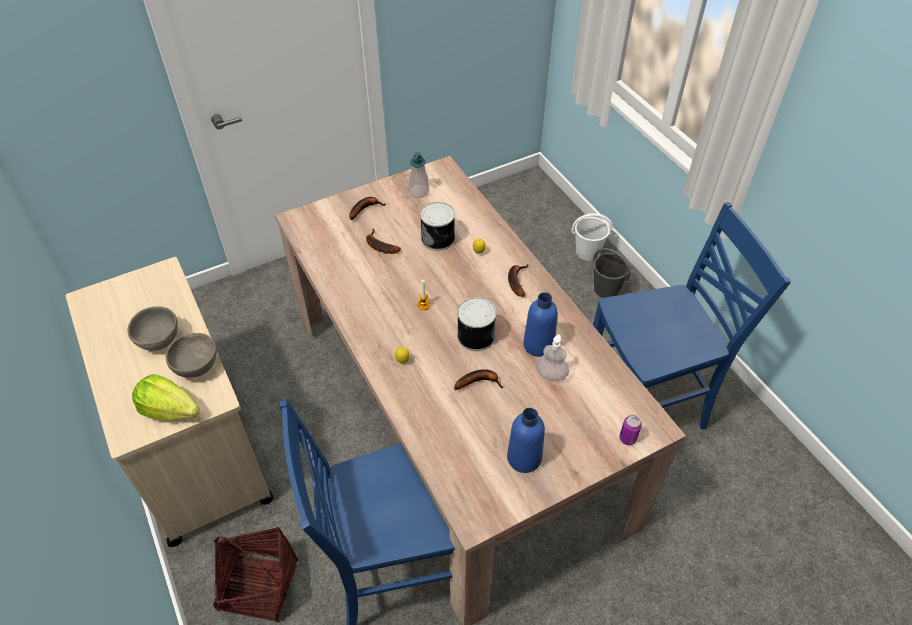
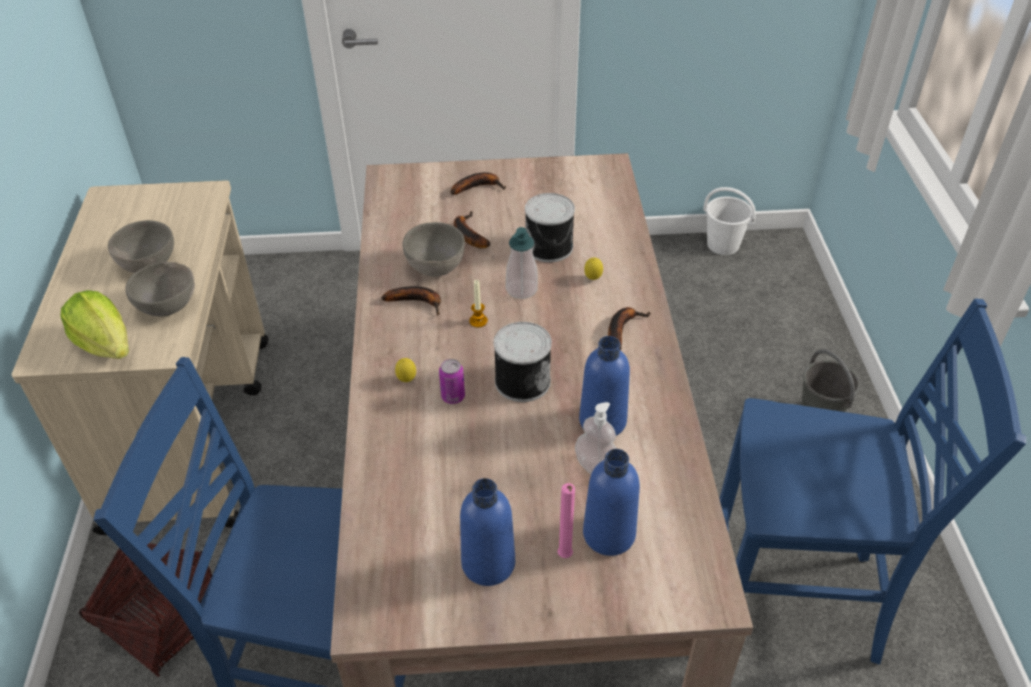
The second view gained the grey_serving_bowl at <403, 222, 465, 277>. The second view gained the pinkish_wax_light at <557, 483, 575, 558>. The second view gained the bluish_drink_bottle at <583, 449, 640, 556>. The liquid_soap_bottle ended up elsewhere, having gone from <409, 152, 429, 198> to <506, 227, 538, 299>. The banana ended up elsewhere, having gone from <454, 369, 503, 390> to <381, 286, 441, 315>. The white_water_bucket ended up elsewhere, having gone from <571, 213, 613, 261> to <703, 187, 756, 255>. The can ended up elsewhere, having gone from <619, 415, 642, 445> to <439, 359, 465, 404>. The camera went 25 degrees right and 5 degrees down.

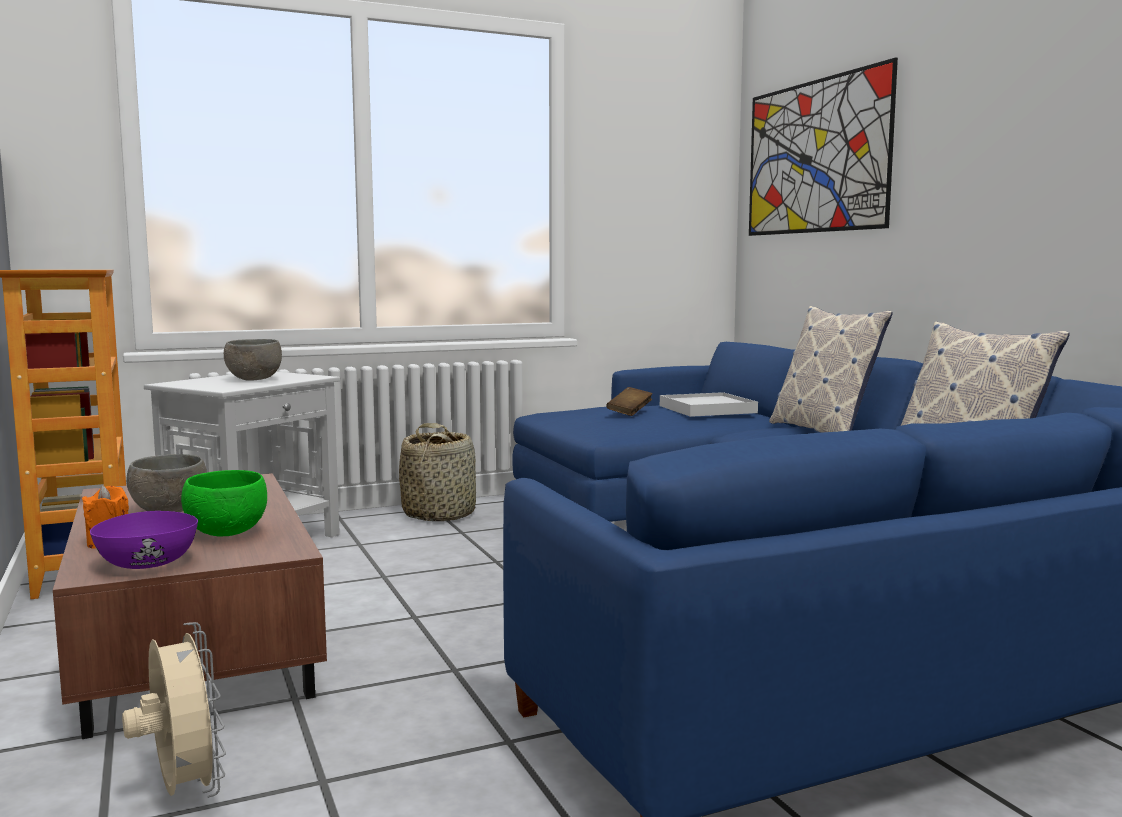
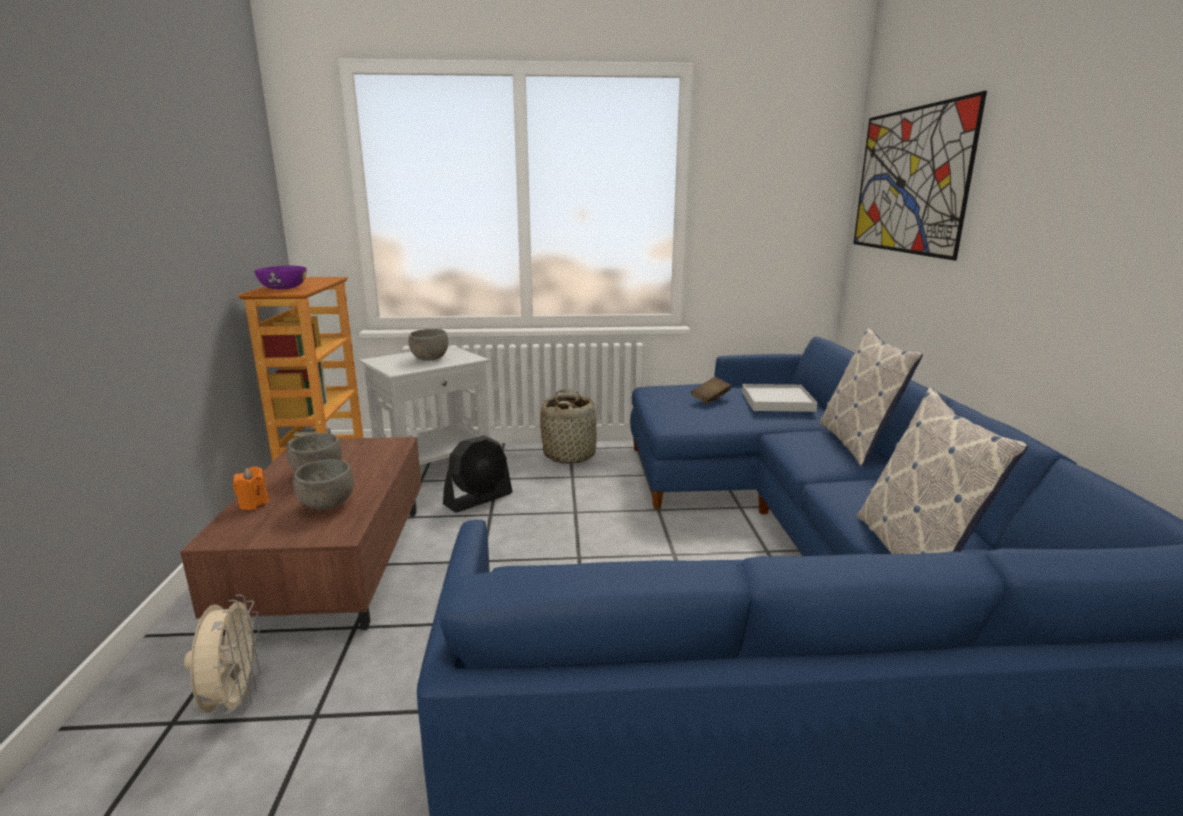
The second view gained the black_fan at <443, 435, 513, 513>. The purple_serving_bowl ended up elsewhere, having gone from <90, 511, 198, 569> to <254, 266, 307, 290>. What was the green_serving_bowl at <181, 470, 267, 537> turned into the grey_serving_bowl at <293, 459, 354, 510>. The camera went 20 degrees right and 10 degrees up.

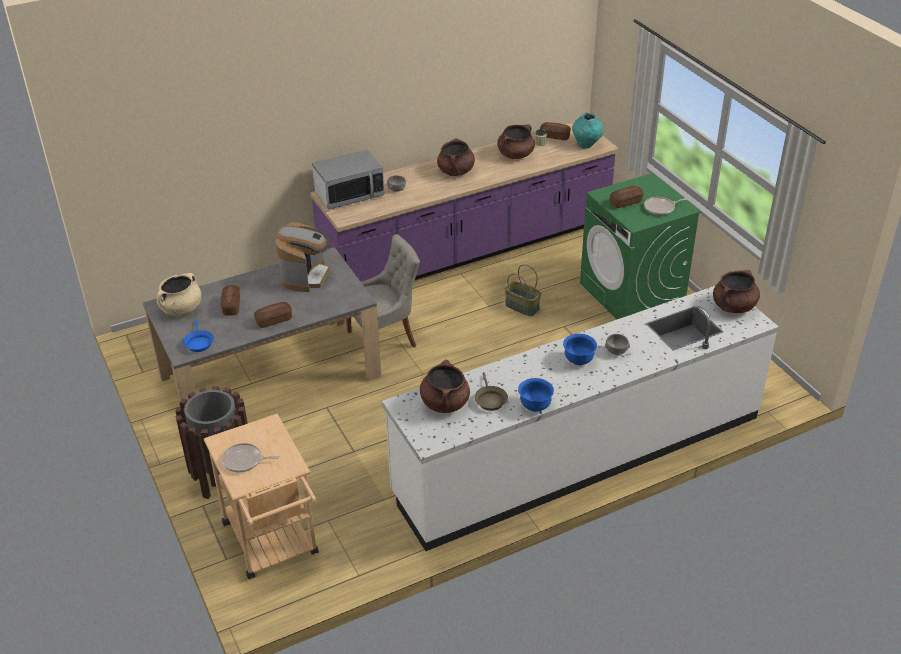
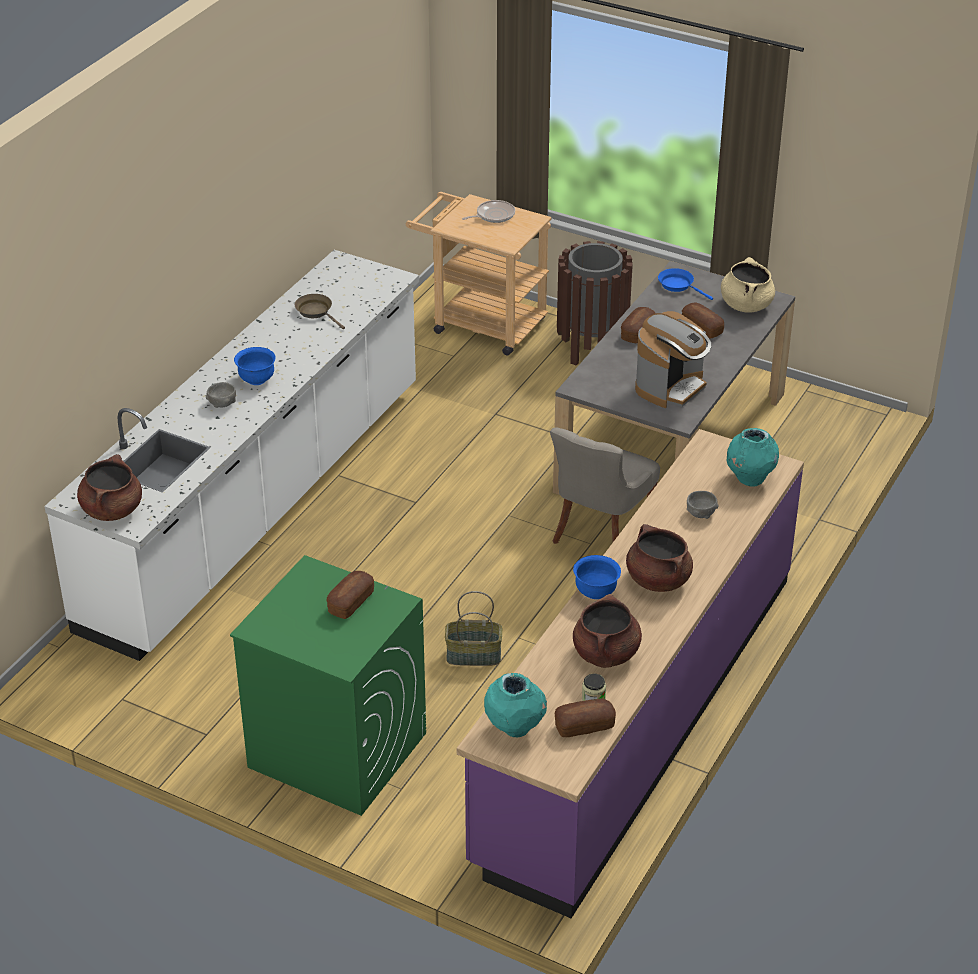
The second view lost the brown_cooking_pot at <420, 360, 470, 413>. The second view lost the frying_pan at <644, 197, 687, 215>. The bluish_serving_bowl ended up elsewhere, having gone from <518, 378, 554, 412> to <573, 555, 621, 599>. Where the microwave stood at <312, 149, 385, 210>, the turquoise-coloured_flower_vase came to stand at <727, 428, 779, 487>. The coffee_maker at <276, 222, 330, 292> ended up facing another way, 120 degrees counterclockwise from before. The camera went 145 degrees right and 0 degrees up.

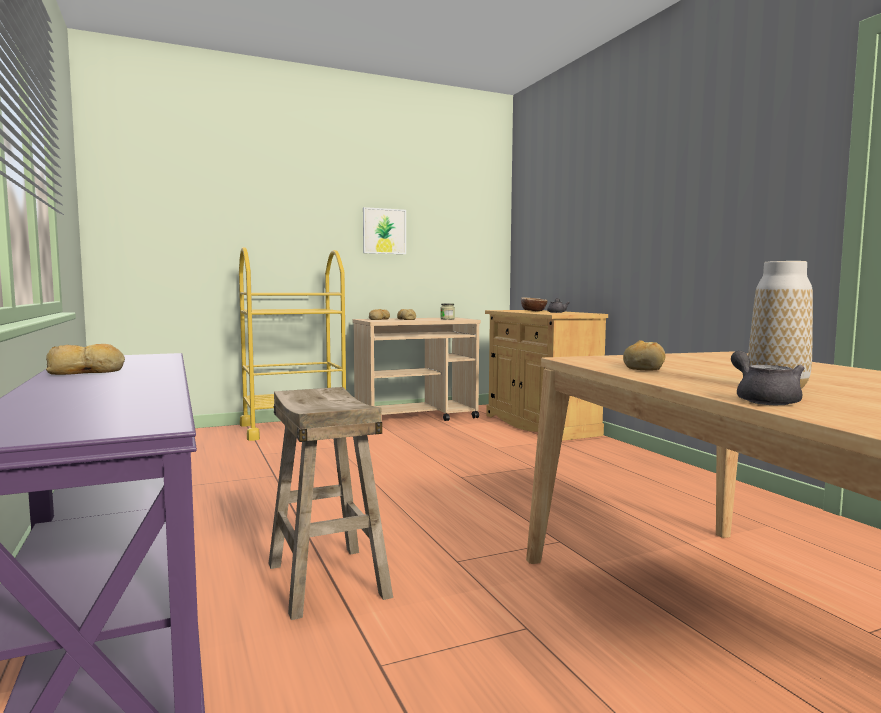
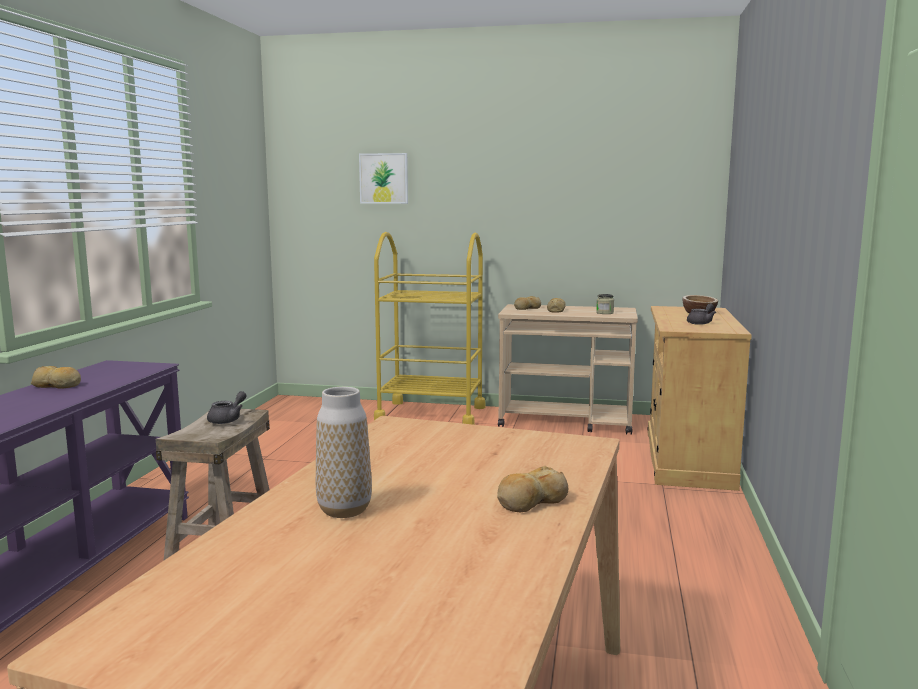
The wall_art ended up elsewhere, having gone from <363, 207, 406, 254> to <359, 153, 408, 204>. The bread ended up elsewhere, having gone from <623, 340, 666, 370> to <497, 466, 568, 512>. The grey_teapot ended up elsewhere, having gone from <731, 351, 805, 405> to <207, 391, 247, 424>. The camera went 35 degrees right and 5 degrees up.

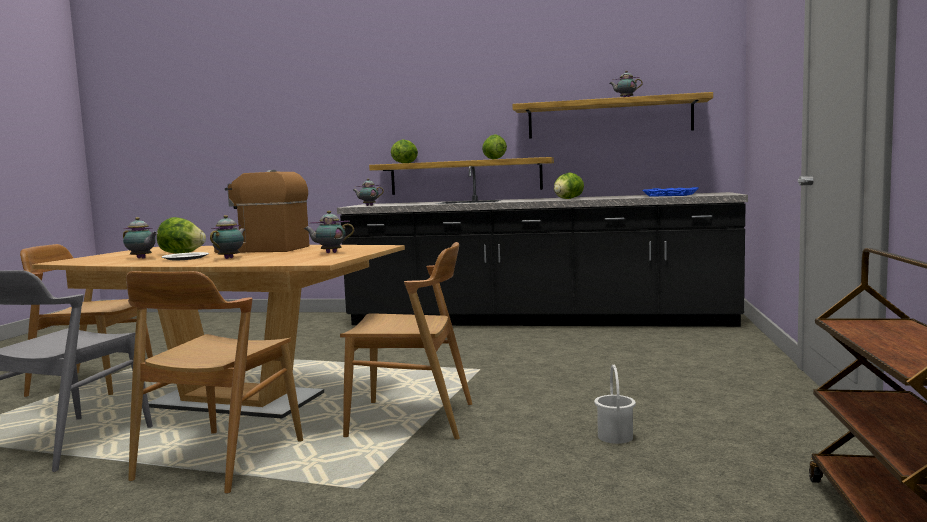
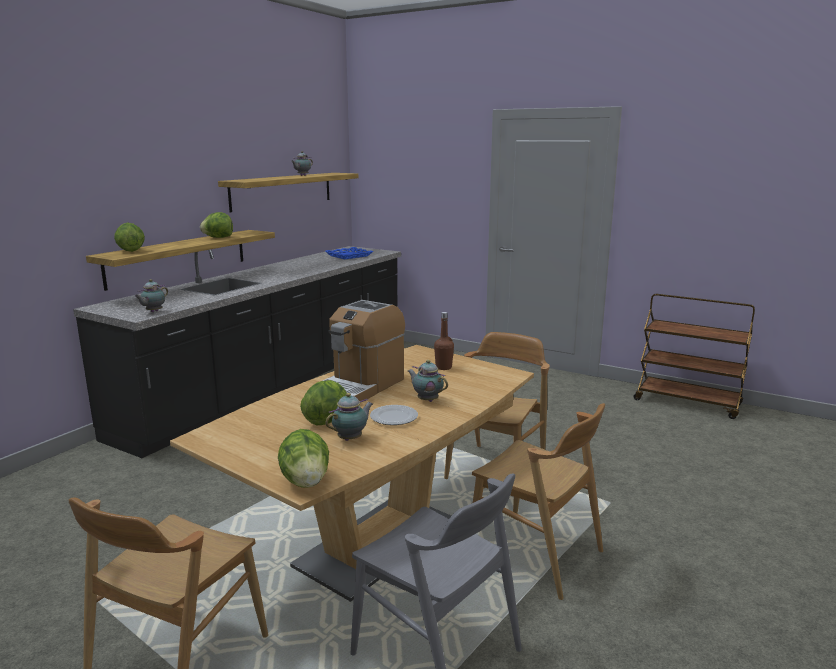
The second view lost the white_water_bucket at <594, 365, 636, 444>. The head_of_lettuce ended up elsewhere, having gone from <554, 173, 584, 199> to <278, 429, 329, 488>. Where the teapot stood at <304, 211, 354, 253>, the brown_drink_bottle came to stand at <434, 312, 454, 370>. The camera went 70 degrees left and 10 degrees up.

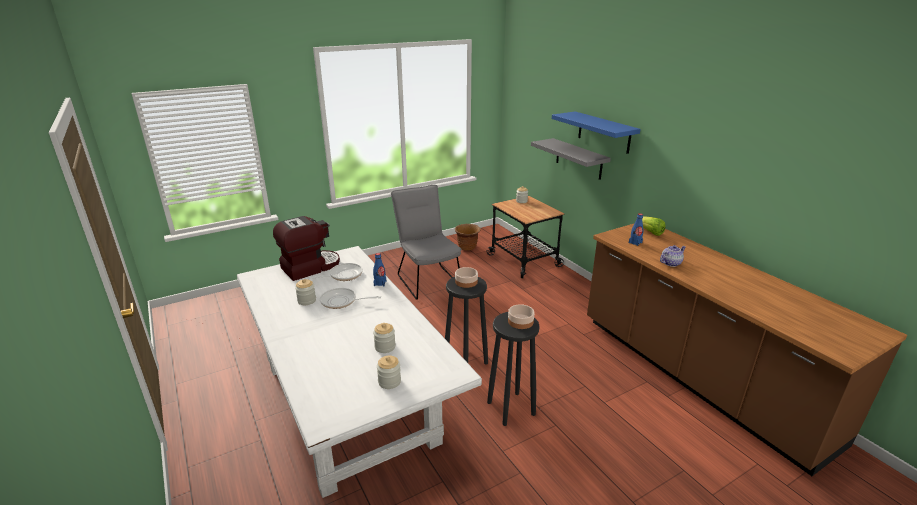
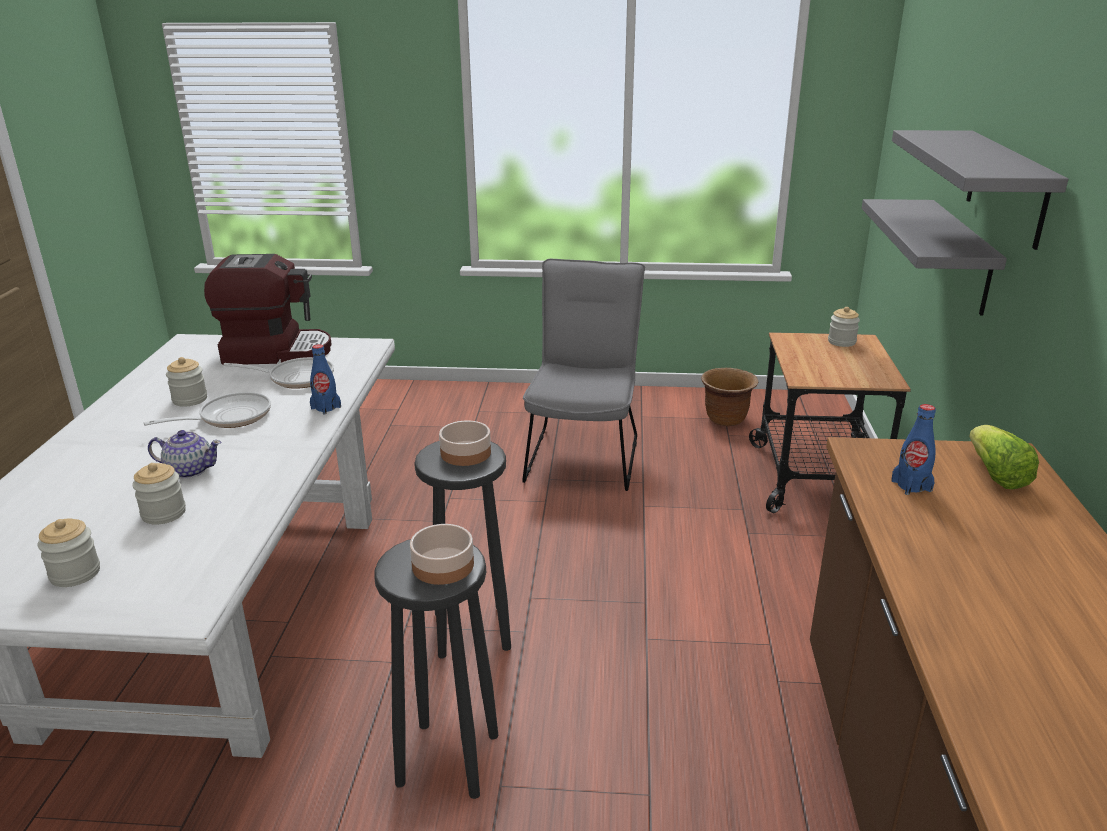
The teapot ended up elsewhere, having gone from <660, 245, 686, 267> to <148, 430, 221, 479>. What was the bluish_wall_shelf at <552, 111, 641, 154> turned into the grey_wall_shelf at <892, 130, 1068, 250>. The frying_pan at <320, 288, 381, 309> ended up facing another way, 105 degrees clockwise from before. The camera went 35 degrees right and 0 degrees up.

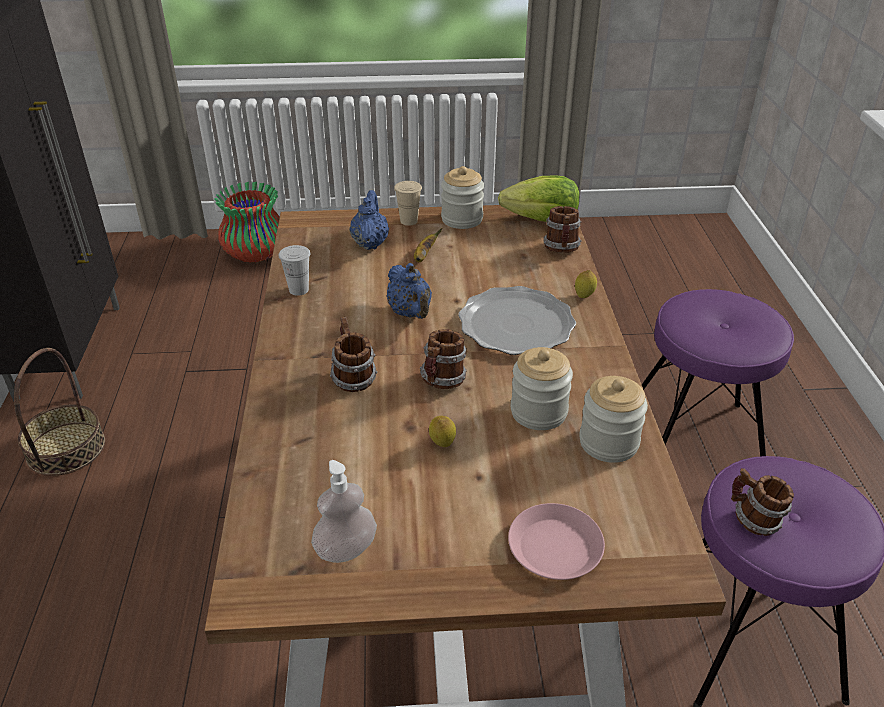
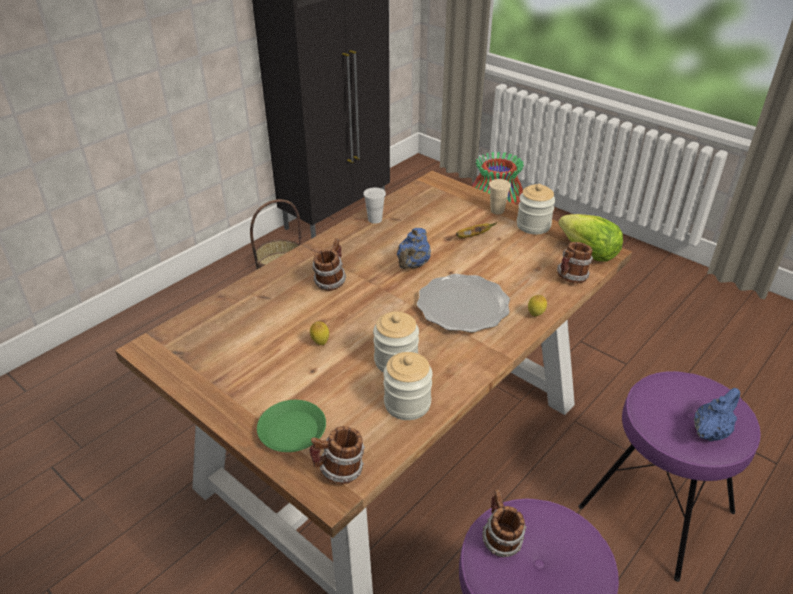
The second view lost the liquid_soap_bottle at <311, 460, 377, 563>. The bluish_teapot ended up elsewhere, having gone from <349, 190, 389, 250> to <694, 388, 740, 441>. The mug ended up elsewhere, having gone from <420, 329, 467, 389> to <309, 426, 365, 484>. What was the pinkish_flat_dish at <508, 503, 605, 580> turned into the green_flat_dish at <257, 400, 326, 452>. The camera went 45 degrees right and 0 degrees up.

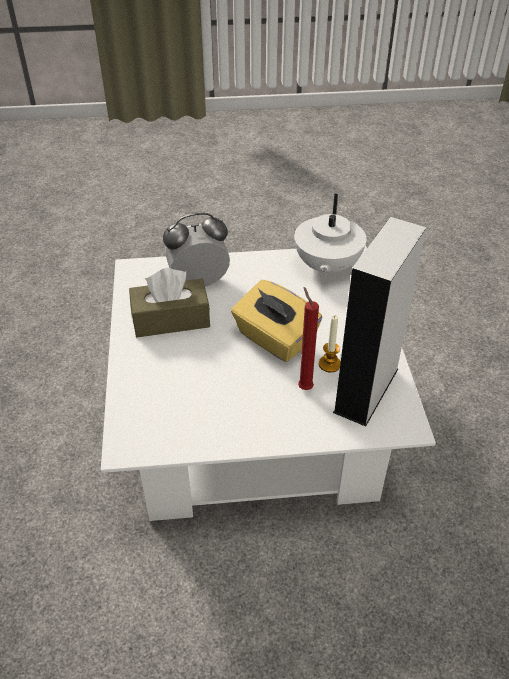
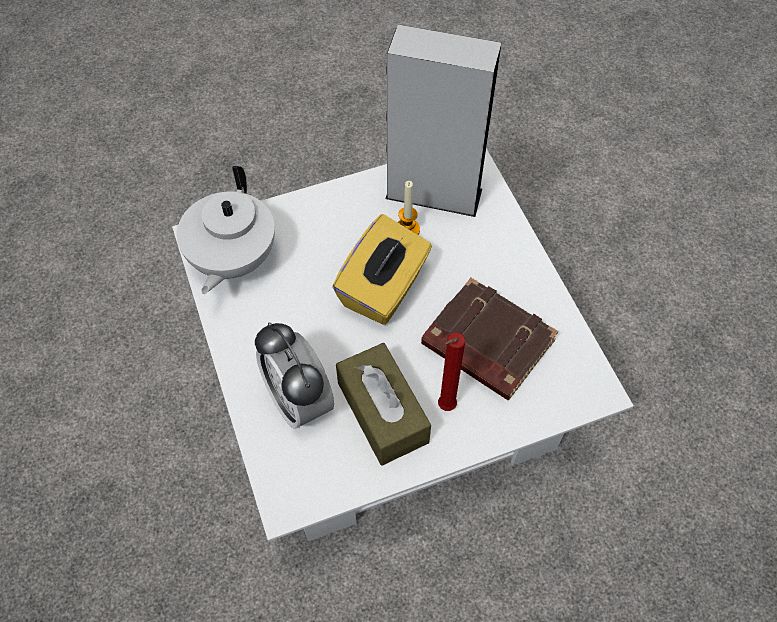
The second view gained the brown_book at <421, 278, 558, 400>. The red-coloured_wax_light ended up elsewhere, having gone from <298, 287, 319, 390> to <438, 332, 465, 411>. The white_teapot at <294, 194, 366, 278> ended up facing another way, 105 degrees clockwise from before. The camera went 105 degrees left and 15 degrees up.

